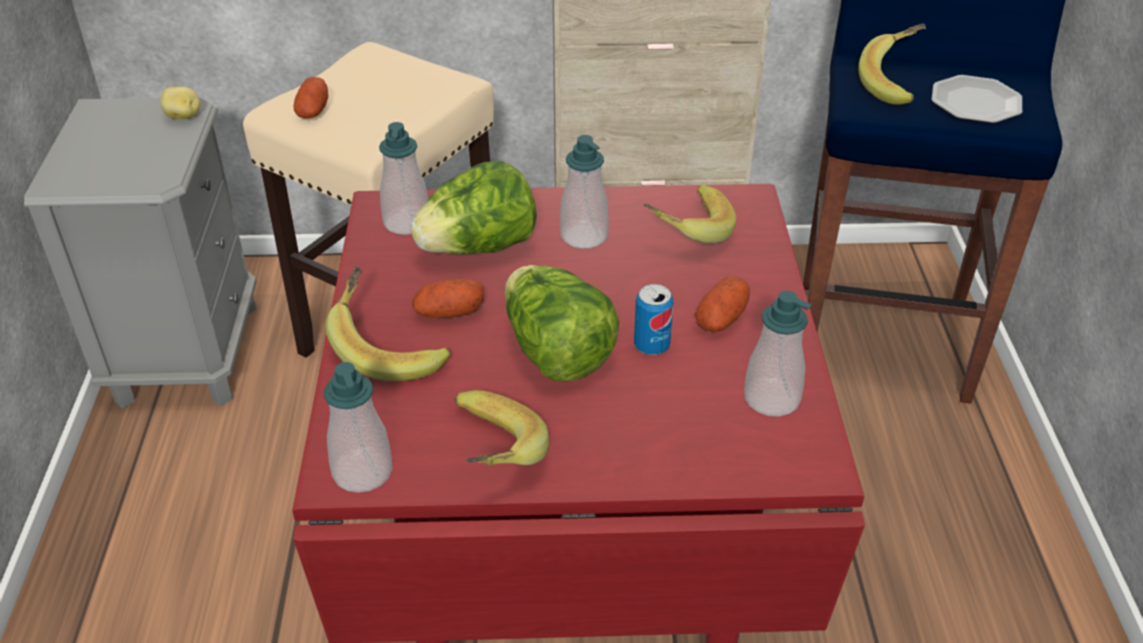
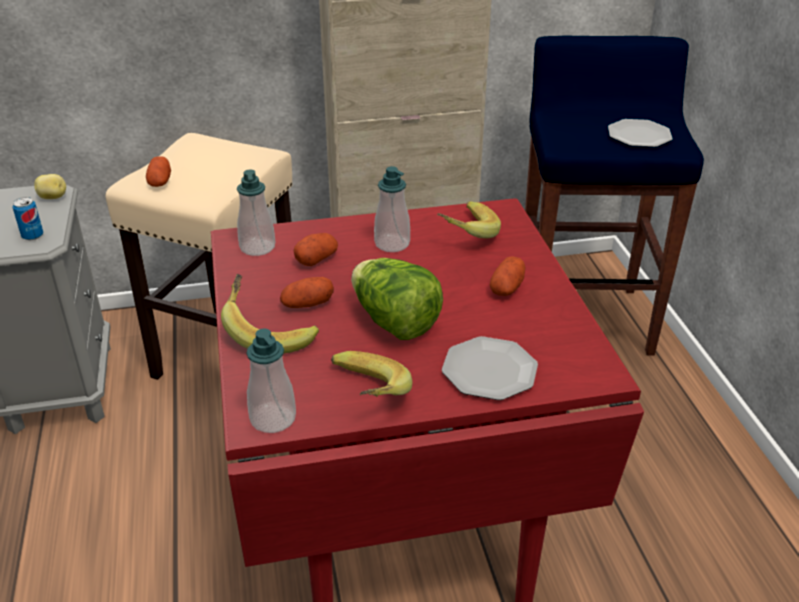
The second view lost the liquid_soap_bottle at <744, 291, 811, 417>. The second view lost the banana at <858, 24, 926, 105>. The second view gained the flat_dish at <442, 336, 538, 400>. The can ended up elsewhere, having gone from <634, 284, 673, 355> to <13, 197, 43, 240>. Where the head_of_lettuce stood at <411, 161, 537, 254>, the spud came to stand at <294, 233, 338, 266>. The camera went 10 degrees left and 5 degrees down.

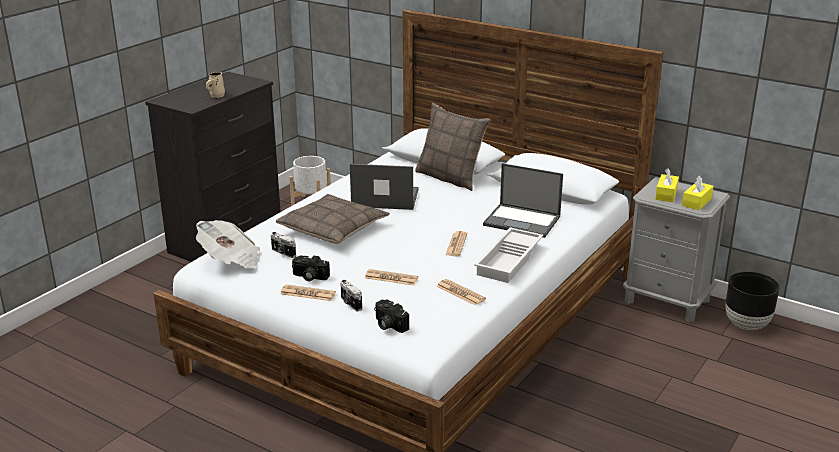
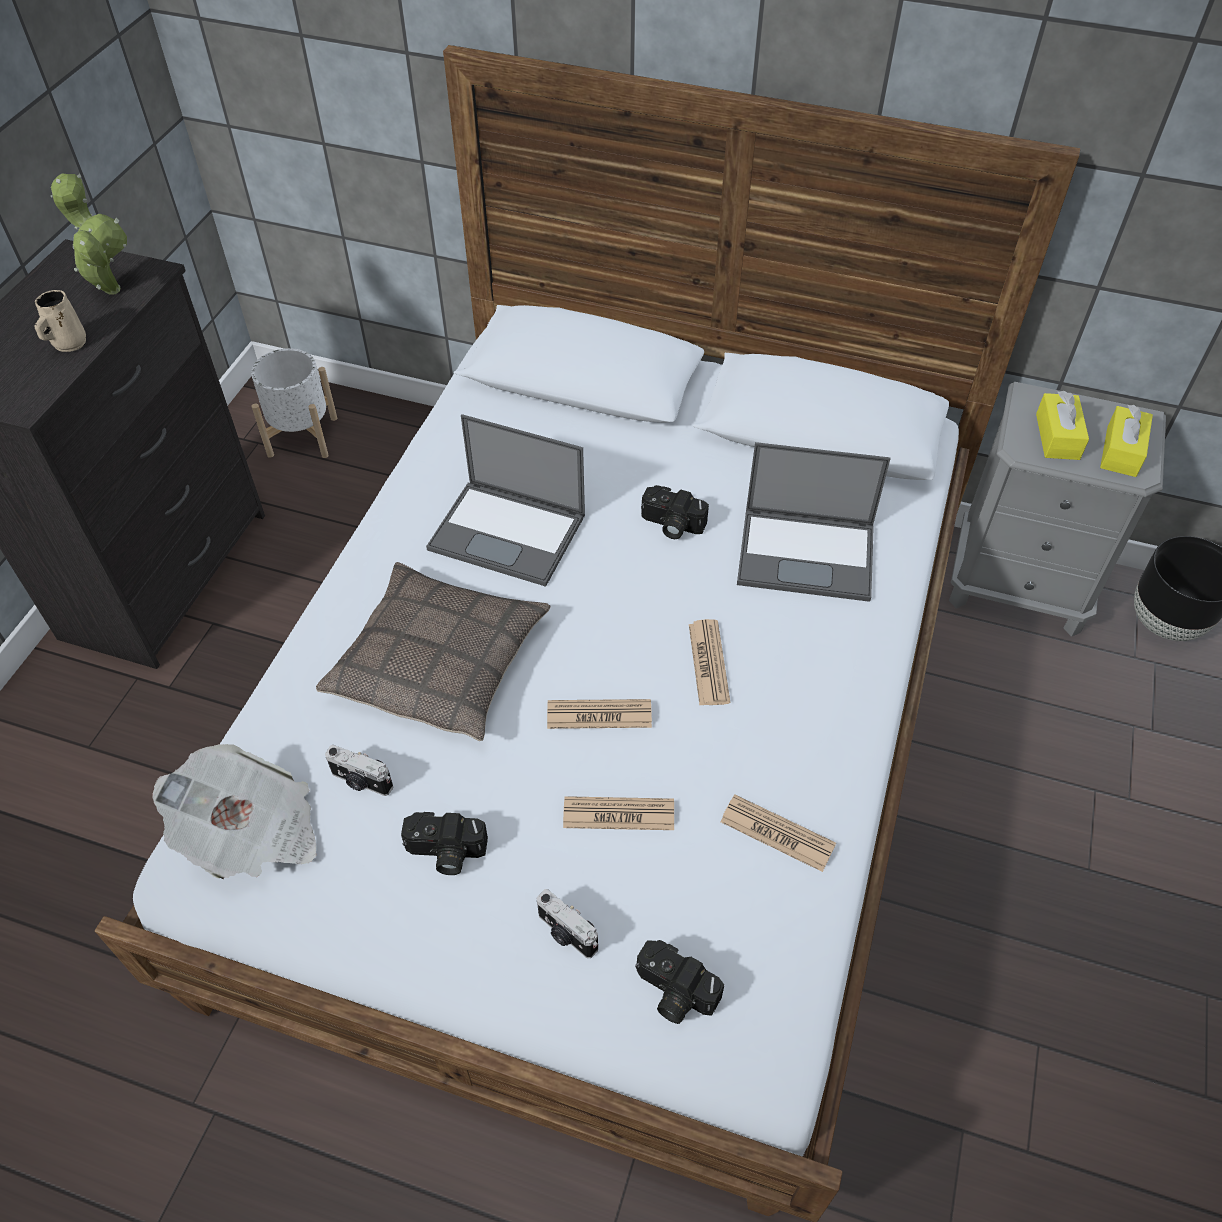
The second view lost the throw_pillow at <415, 103, 491, 191>. The second view lost the white_tray at <474, 227, 543, 283>. The second view gained the plant_in_a_pot at <51, 173, 127, 295>. The second view gained the photo_camera at <641, 485, 709, 539>. The newspaper ended up elsewhere, having gone from <281, 285, 336, 301> to <547, 699, 652, 729>. The portable_computer at <350, 164, 419, 210> ended up facing another way, 150 degrees counterclockwise from before. The camera went 15 degrees left and 25 degrees up.

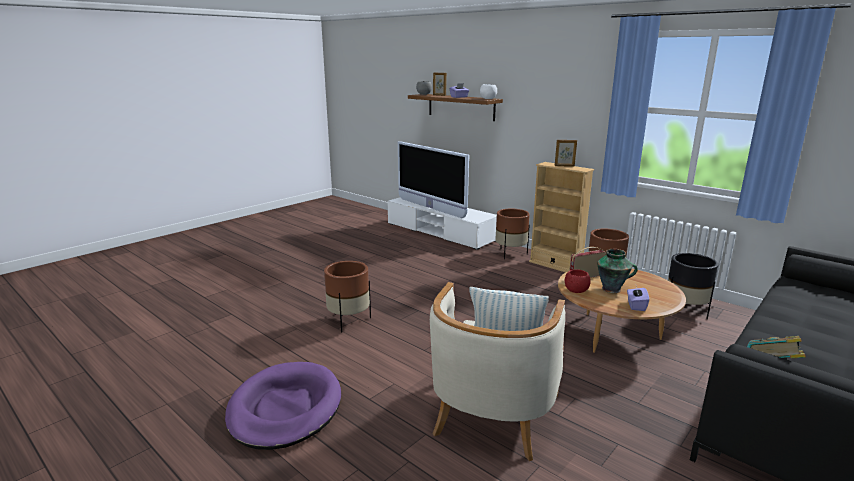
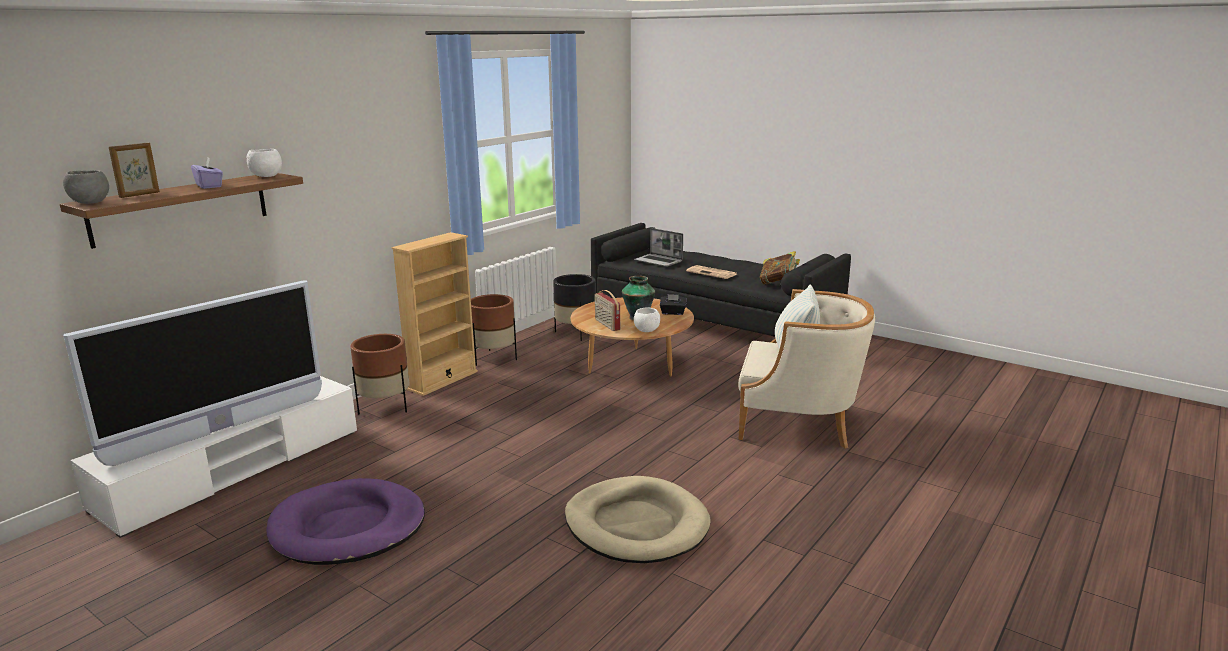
The second view lost the picture_frame at <555, 140, 577, 167>. The second view gained the portable_computer at <634, 228, 683, 267>. The second view gained the newspaper at <686, 265, 737, 279>. The purple_pet_bed ended up elsewhere, having gone from <225, 362, 341, 450> to <266, 478, 425, 565>. Where the brown_plant_pot stood at <324, 261, 371, 333>, the beige-coloured_pet_bed came to stand at <565, 476, 711, 563>. What was the red-coloured_serving_bowl at <565, 269, 591, 293> turned into the white_serving_bowl at <634, 307, 660, 332>. What was the purple_tissue_holder at <627, 287, 649, 311> turned into the black_tissue_holder at <660, 294, 687, 315>. The camera went 95 degrees left and 0 degrees up.

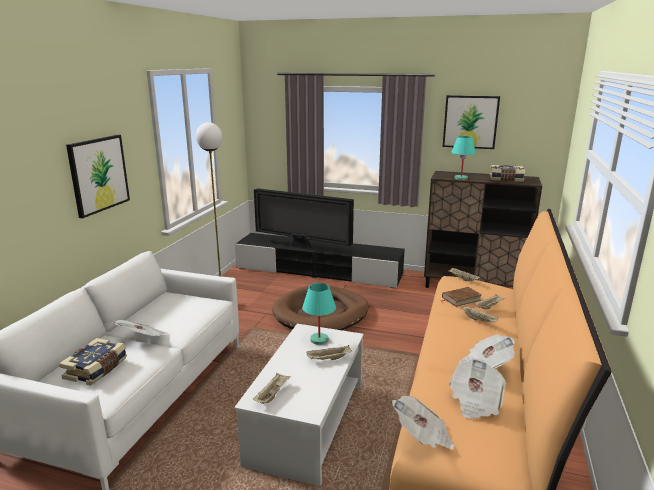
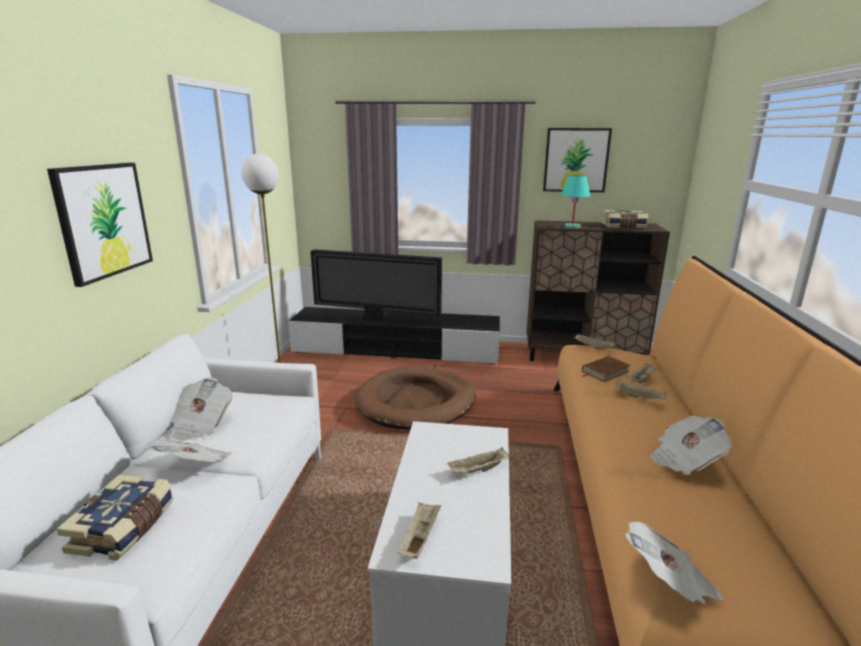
The second view lost the turquoise-coloured_lamp_for_a_table at <302, 283, 336, 345>. The newspaper ended up elsewhere, having gone from <449, 359, 506, 419> to <170, 378, 232, 442>. The camera went 10 degrees left and 0 degrees up.

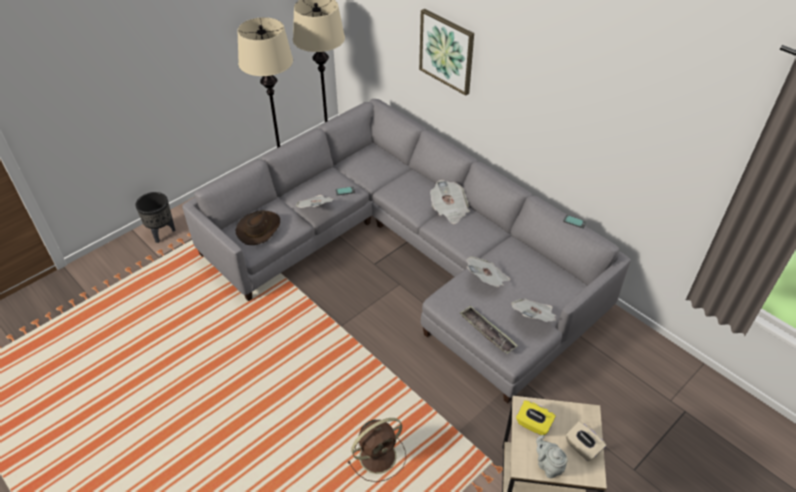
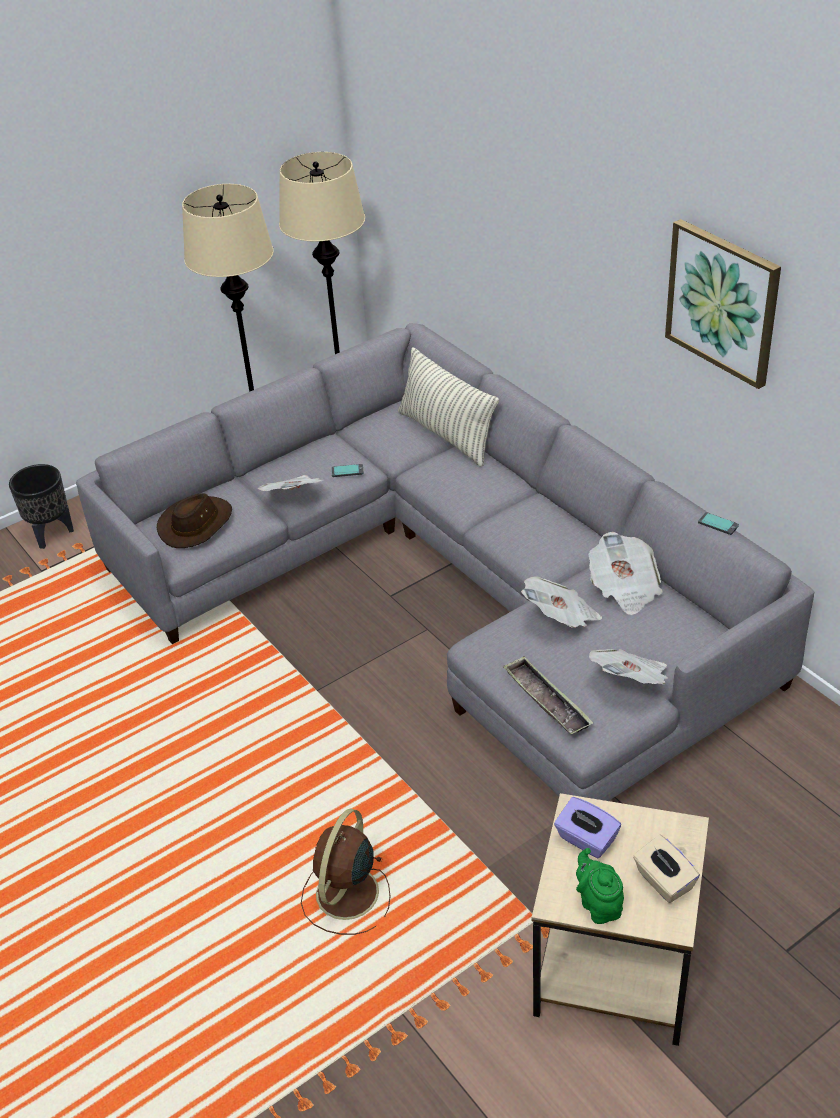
The second view gained the throw_pillow at <398, 347, 499, 467>. The wall_art ended up elsewhere, having gone from <419, 9, 474, 96> to <665, 219, 781, 389>. The newspaper ended up elsewhere, having gone from <430, 180, 470, 224> to <588, 532, 662, 615>. What was the yellowish_tissue_holder at <516, 400, 556, 435> turned into the purple_tissue_holder at <554, 797, 621, 858>. What was the grey_teapot at <536, 435, 567, 478> turned into the green_teapot at <576, 848, 624, 924>. The brown_fan at <348, 418, 406, 482> ended up facing another way, 135 degrees clockwise from before. The camera went 10 degrees right and 5 degrees down.

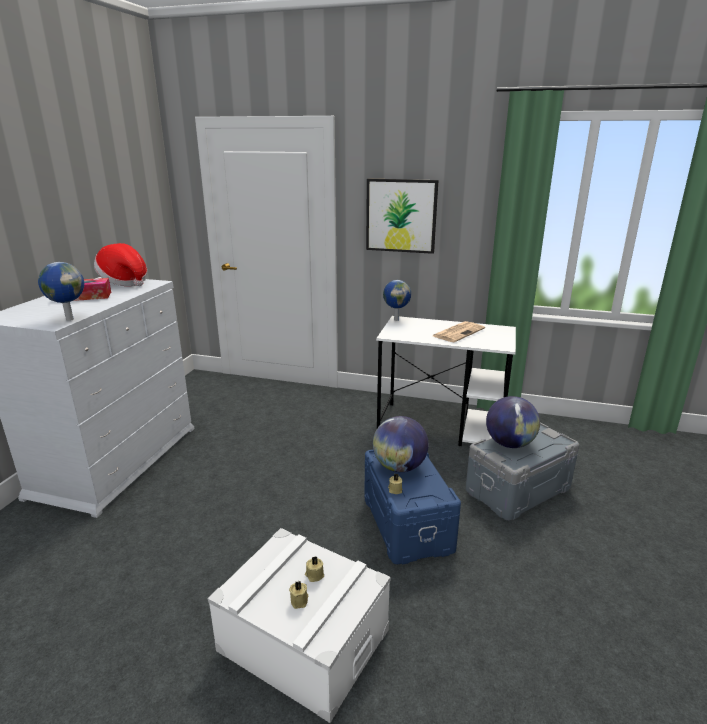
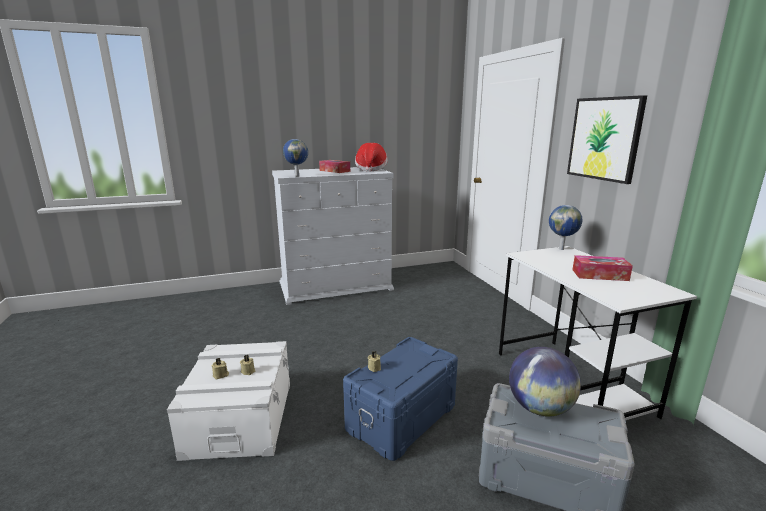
The second view lost the desk_globe at <373, 416, 429, 472>. Where the newspaper stood at <433, 321, 485, 342>, the tissue_holder came to stand at <573, 255, 633, 281>. The camera went 55 degrees right and 5 degrees down.

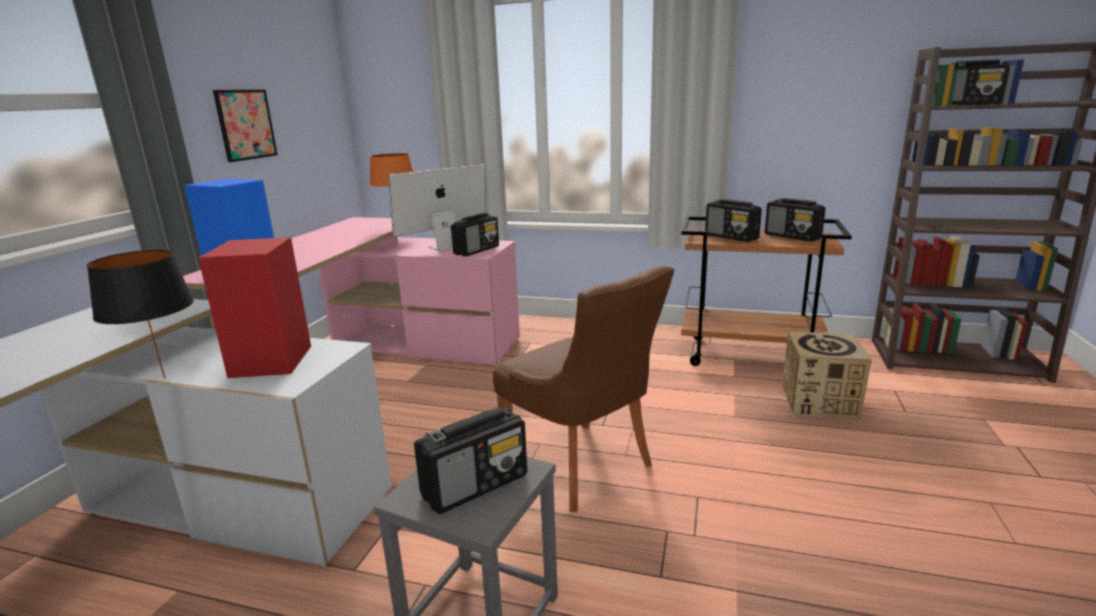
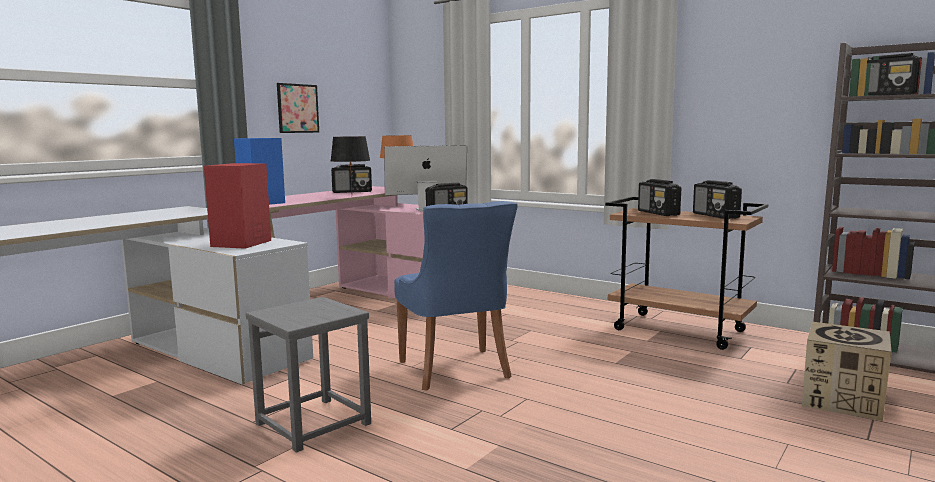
The black_lamp_for_a_table ended up elsewhere, having gone from <87, 250, 194, 379> to <331, 136, 370, 192>. The radio_receiver ended up elsewhere, having gone from <414, 407, 527, 514> to <331, 164, 372, 193>. The carton ended up elsewhere, having gone from <782, 332, 872, 418> to <802, 322, 892, 421>. What was the brown_upright_chair at <493, 266, 674, 512> turned into the bluish_upright_chair at <394, 201, 518, 391>. The camera went 20 degrees right and 10 degrees down.

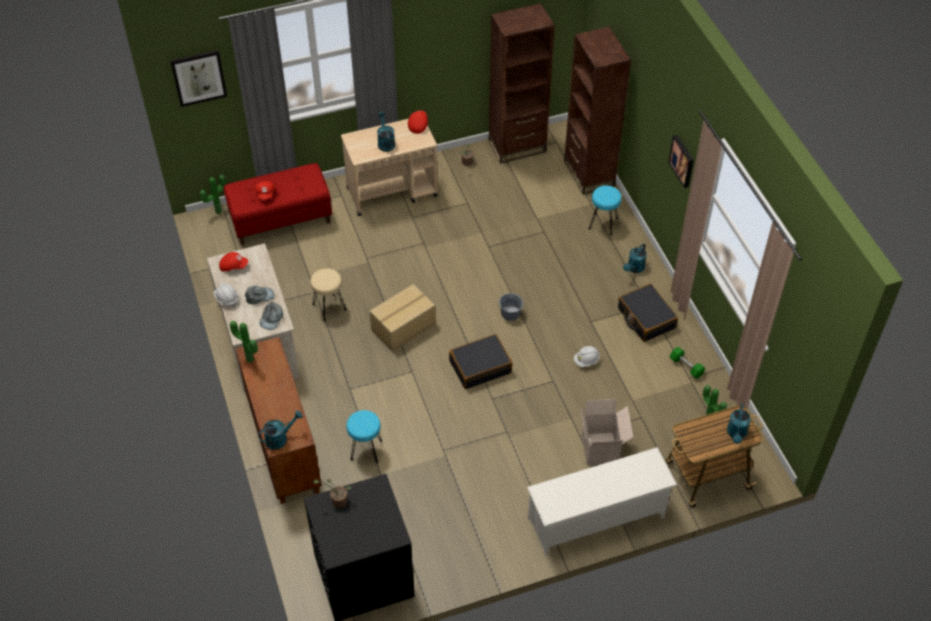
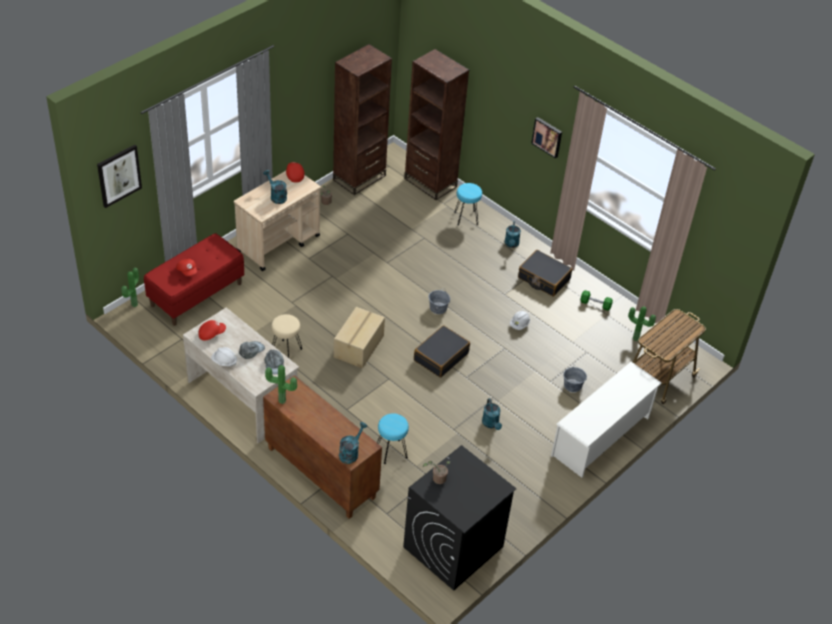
The turquoise-coloured_sprinkling_can ended up elsewhere, having gone from <727, 404, 751, 444> to <482, 398, 502, 430>. Where the carton stood at <581, 399, 633, 466>, the grey_water_bucket came to stand at <563, 366, 587, 392>. The camera went 30 degrees left and 5 degrees down.

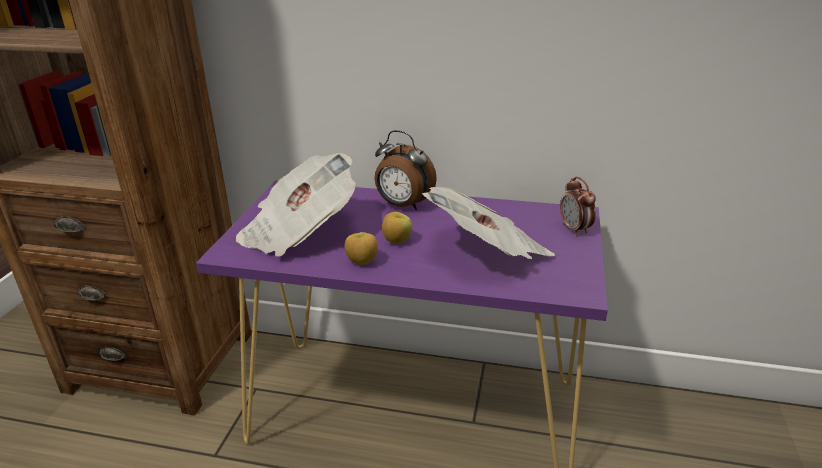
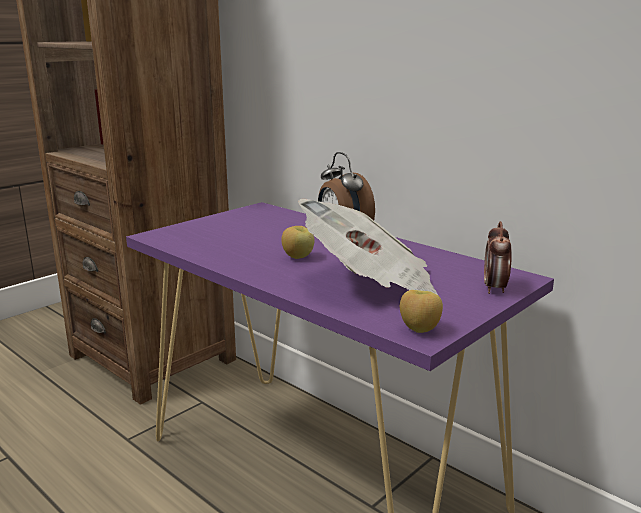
The second view lost the newspaper at <236, 153, 356, 256>. The apple ended up elsewhere, having gone from <345, 232, 378, 265> to <400, 290, 443, 333>. The camera went 30 degrees right and 10 degrees down.

